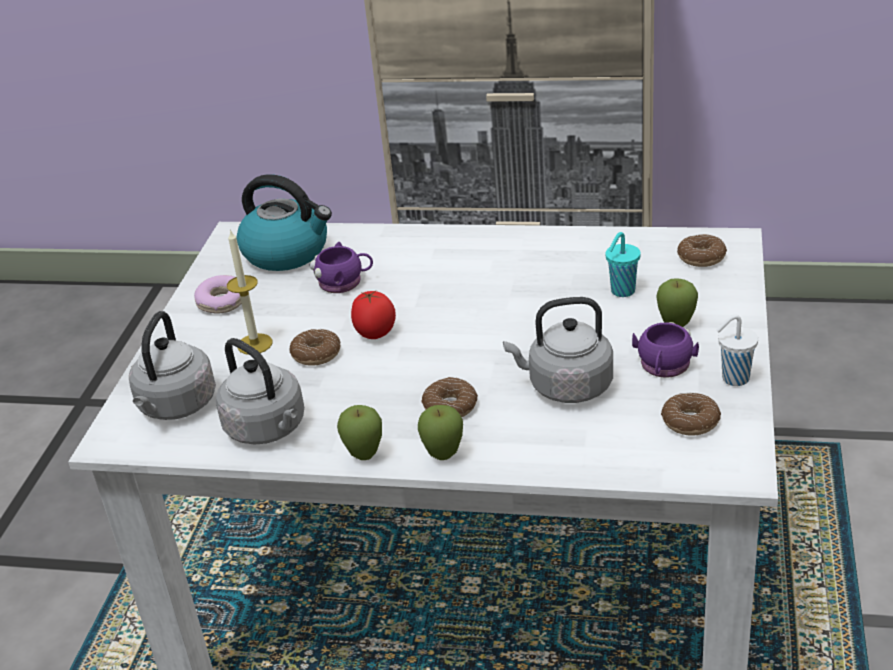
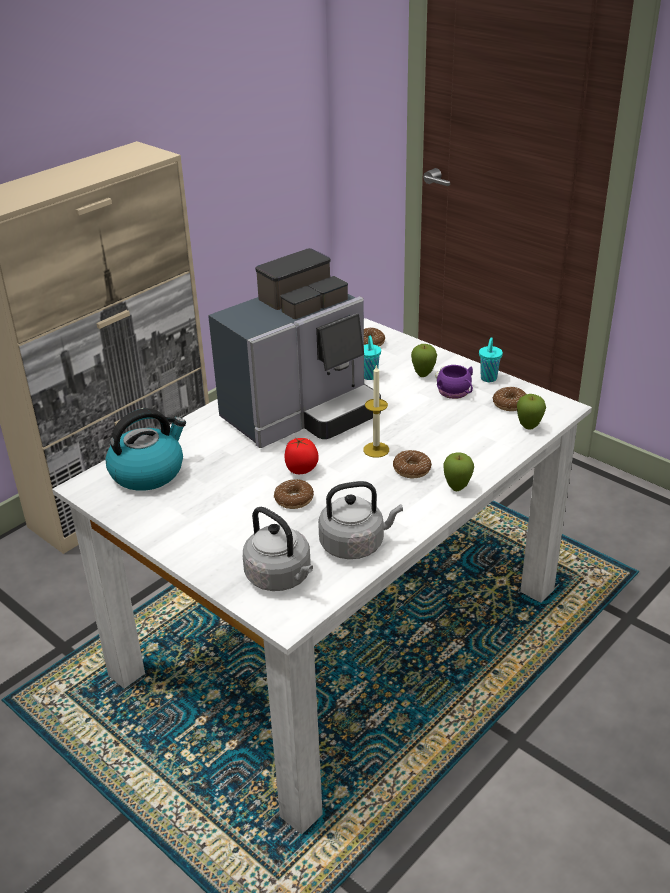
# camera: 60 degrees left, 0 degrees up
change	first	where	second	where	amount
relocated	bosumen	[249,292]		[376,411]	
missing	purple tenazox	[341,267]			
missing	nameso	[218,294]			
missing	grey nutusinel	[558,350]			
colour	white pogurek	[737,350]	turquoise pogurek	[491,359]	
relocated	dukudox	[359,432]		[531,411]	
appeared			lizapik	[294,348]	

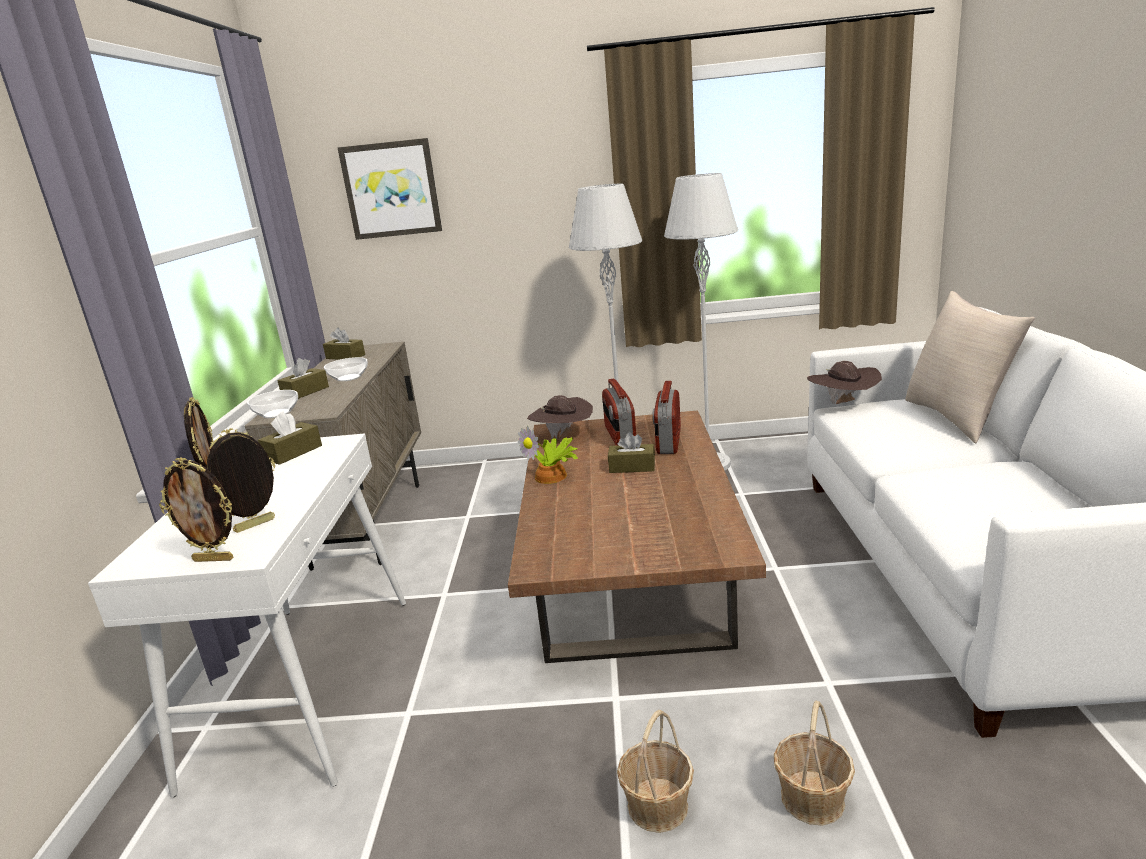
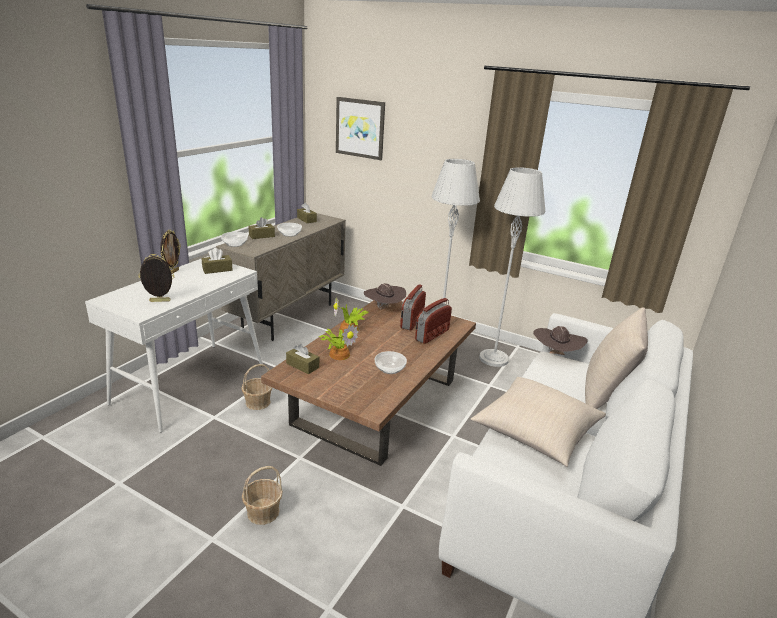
# camera: 25 degrees right, 5 degrees up
change	first	where	second	where	amount
relocated	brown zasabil	[631,452]		[302,359]	
missing	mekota	[196,509]			
relocated	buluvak	[814,763]		[256,387]	
appeared			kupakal	[338,342]	
appeared			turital	[391,362]	
appeared			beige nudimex	[538,422]	

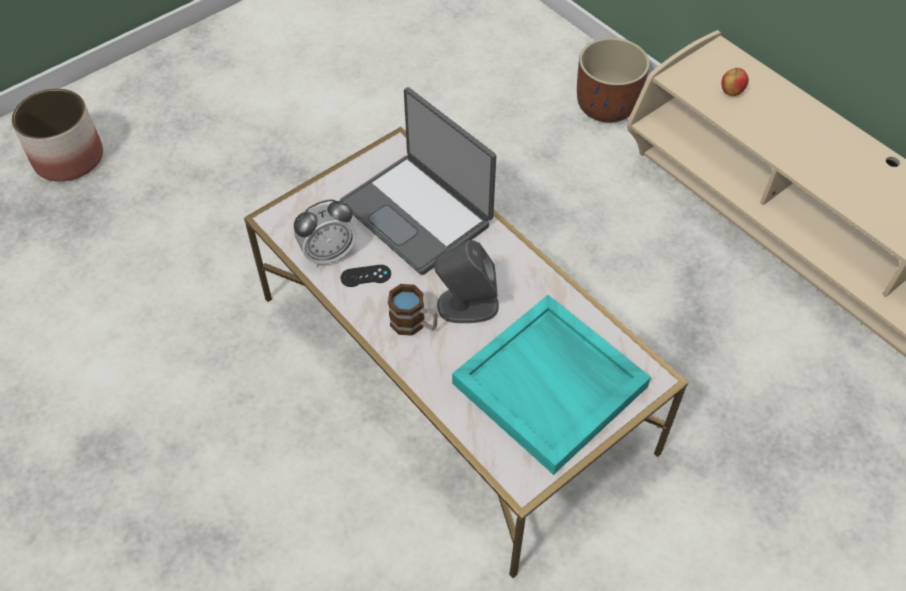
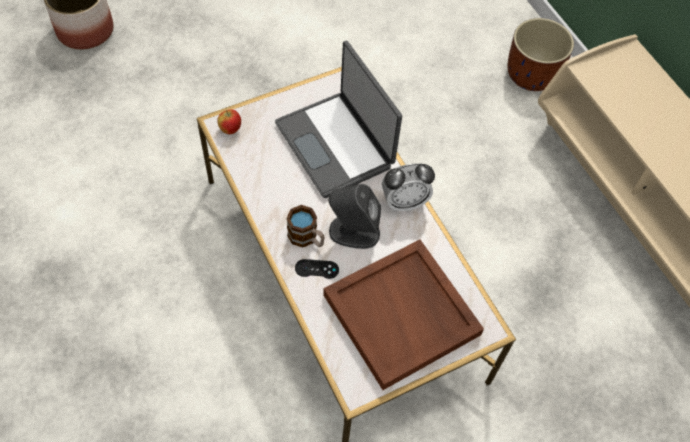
# camera: 10 degrees right, 5 degrees up
change	first	where	second	where	amount
relocated	dukudox	[735,82]		[229,122]	
relocated	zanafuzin	[325,233]		[408,187]	
relocated	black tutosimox	[366,276]		[317,269]	
colour	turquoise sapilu	[551,385]	brown sapilu	[403,314]	

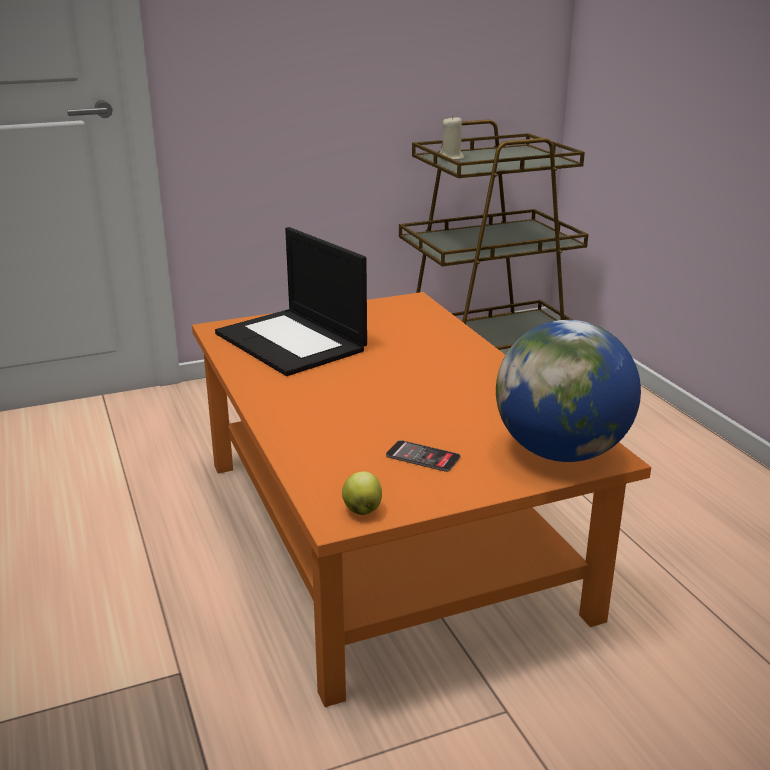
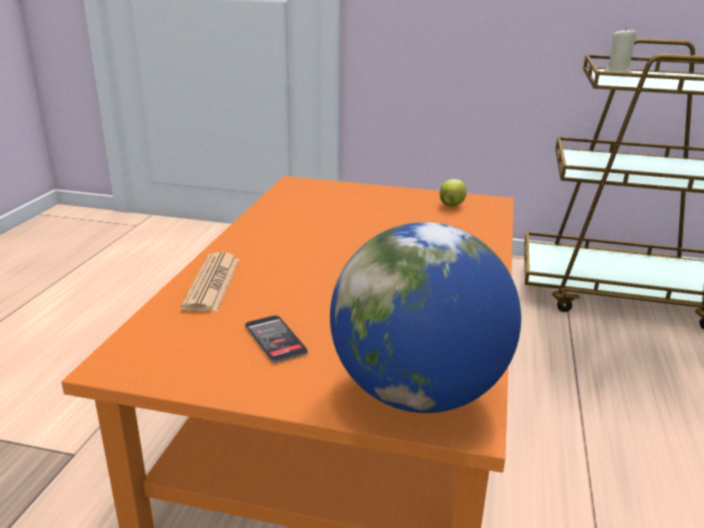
# camera: 35 degrees right, 0 degrees up
change	first	where	second	where	amount
missing	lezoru	[291,301]			
relocated	dukudox	[362,493]		[453,192]	
appeared			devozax	[210,281]	

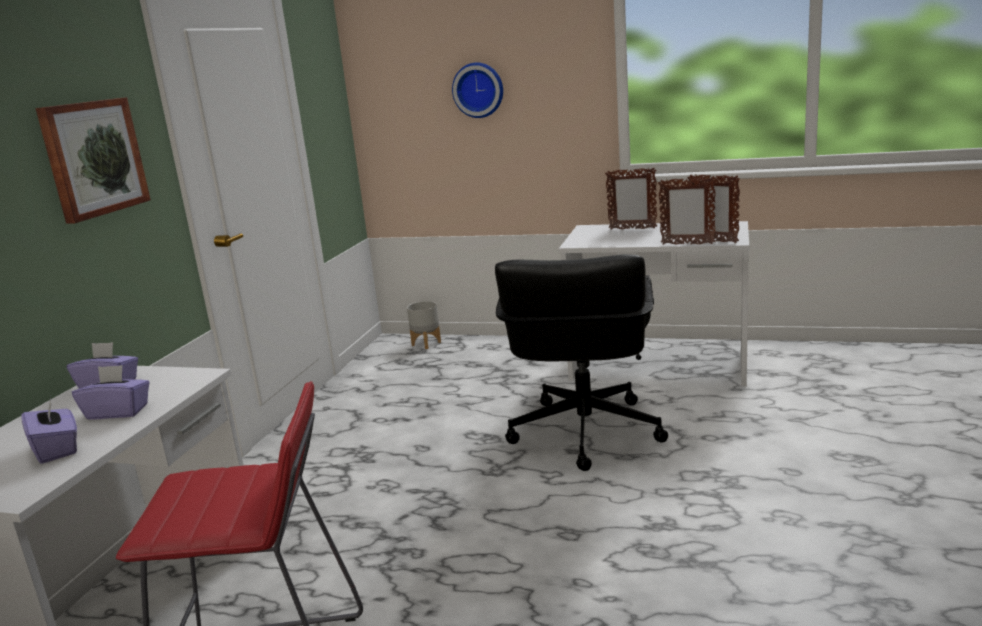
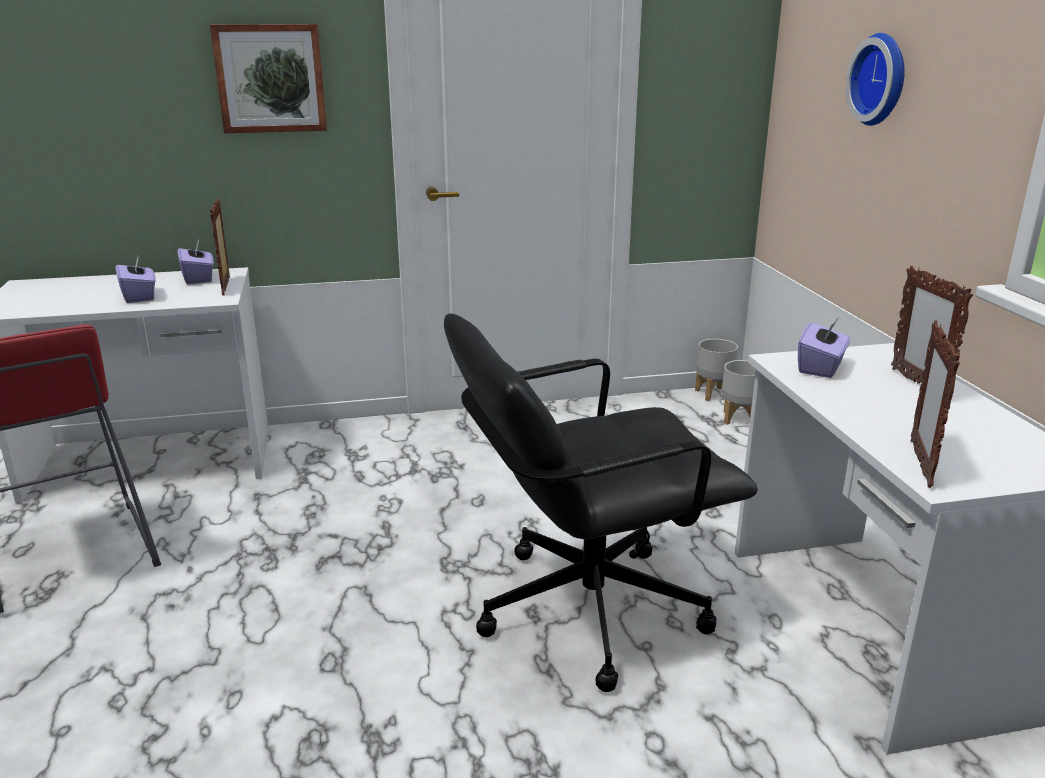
# camera: 60 degrees right, 5 degrees up
change	first	where	second	where	amount
relocated	mekota	[687,211]		[220,246]	
relocated	purple zasabil	[49,430]		[824,348]	
appeared			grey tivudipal	[716,370]	

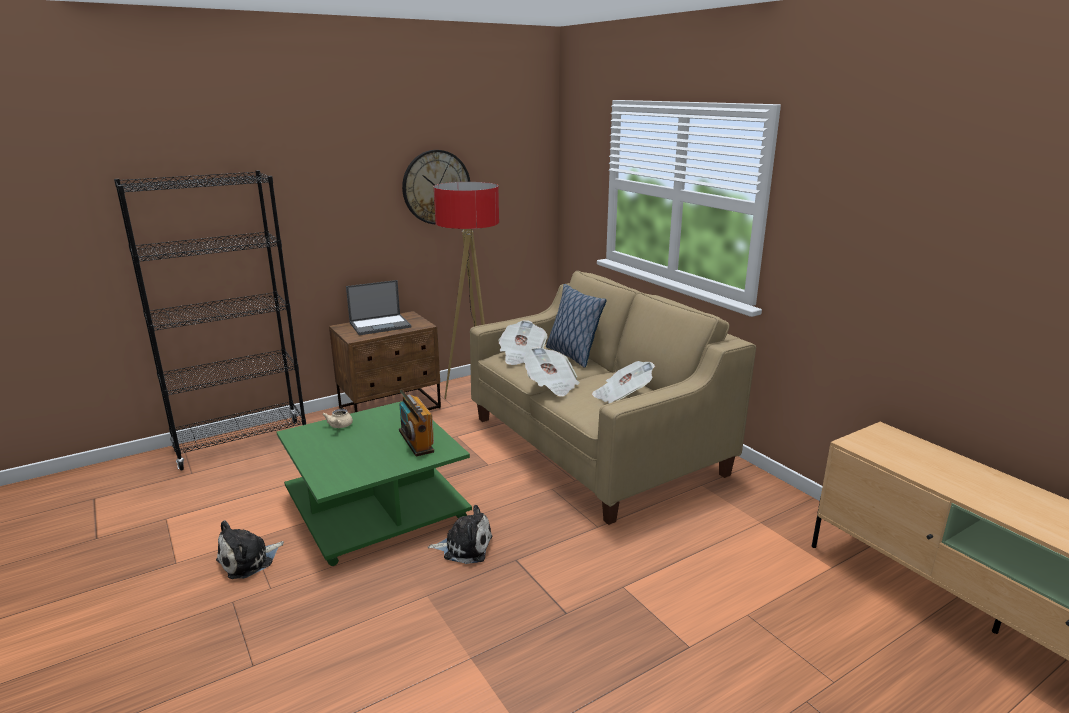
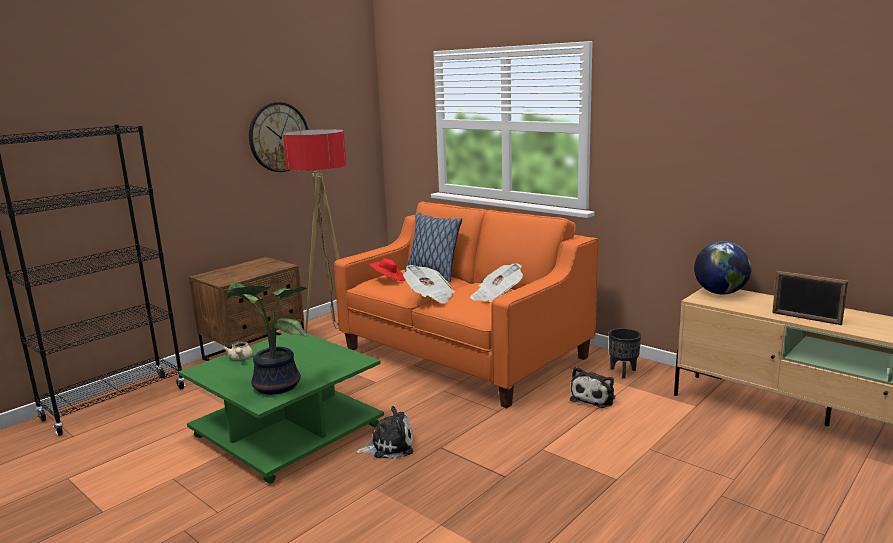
# camera: 15 degrees left, 5 degrees down
change	first	where	second	where	amount
colour	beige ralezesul	[613,398]	orange ralezesul	[466,305]	
missing	lezoru	[378,307]			
exchanged	devozax	[523,342]	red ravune	[387,269]	
missing	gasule	[416,422]			
relocated	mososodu	[250,549]		[592,387]	
appeared			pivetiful	[722,268]	
appeared			mekota	[810,298]	
appeared			kupakal	[267,338]	
appeared			black tivudipal	[625,353]	

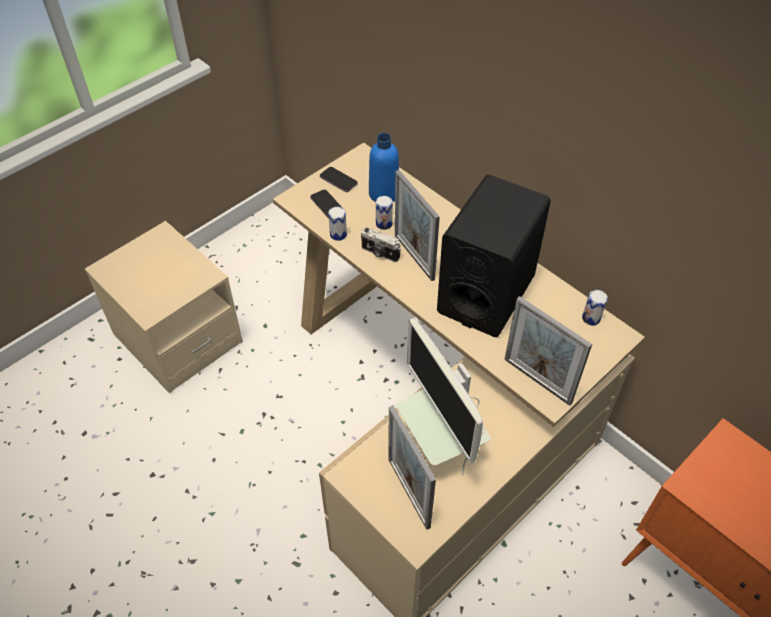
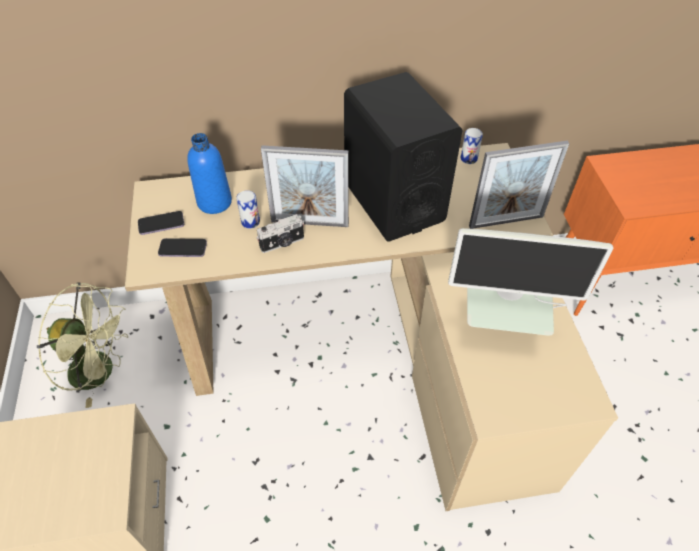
# camera: 55 degrees left, 0 degrees up
change	first	where	second	where	amount
missing	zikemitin	[337,223]			
missing	mekota	[412,467]			
appeared			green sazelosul	[83,345]	

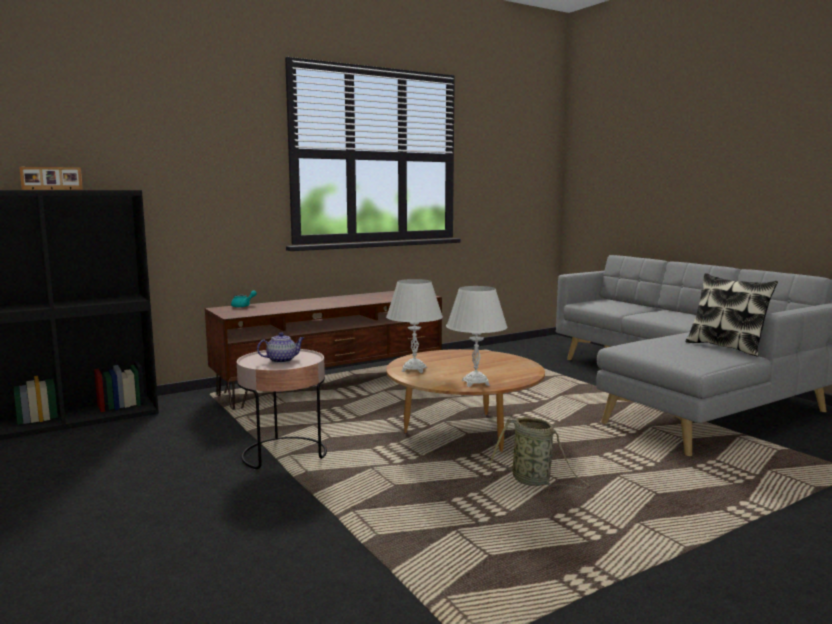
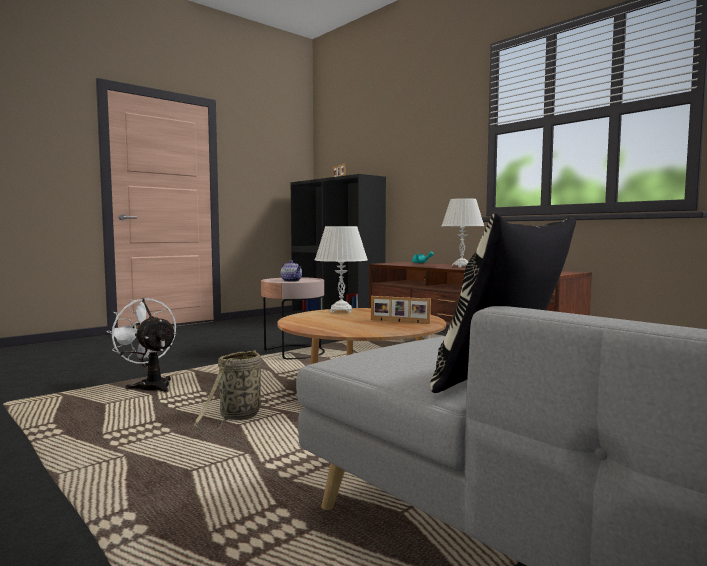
# camera: 80 degrees right, 5 degrees down
change	first	where	second	where	amount
relocated	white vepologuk	[477,336]		[462,233]	
appeared			mekota	[401,310]	
appeared			white sazelosul	[141,345]	

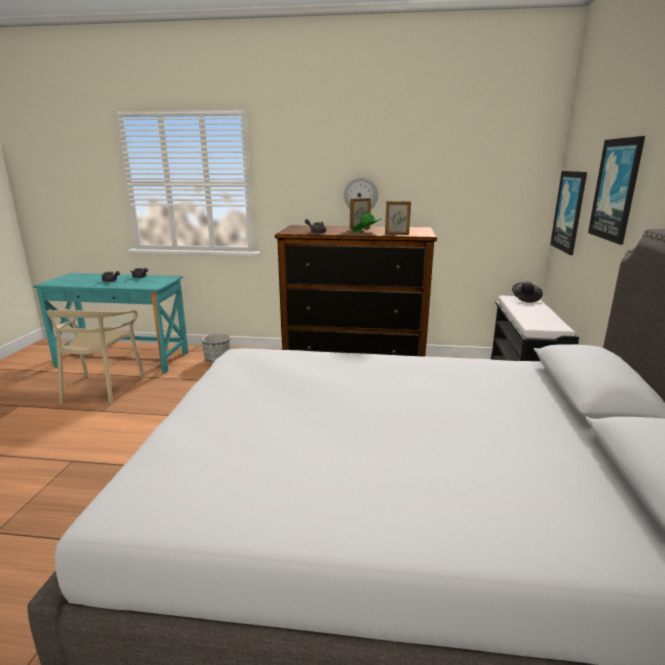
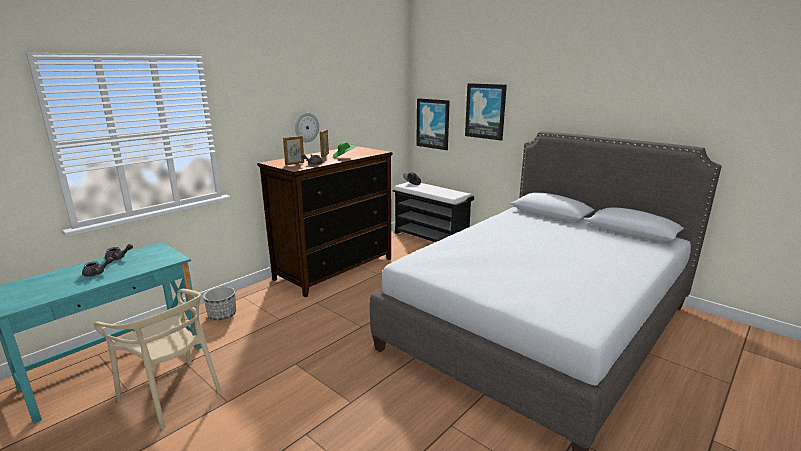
# camera: 55 degrees left, 0 degrees up
change	first	where	second	where	amount
relocated	mekota	[398,218]		[293,150]	

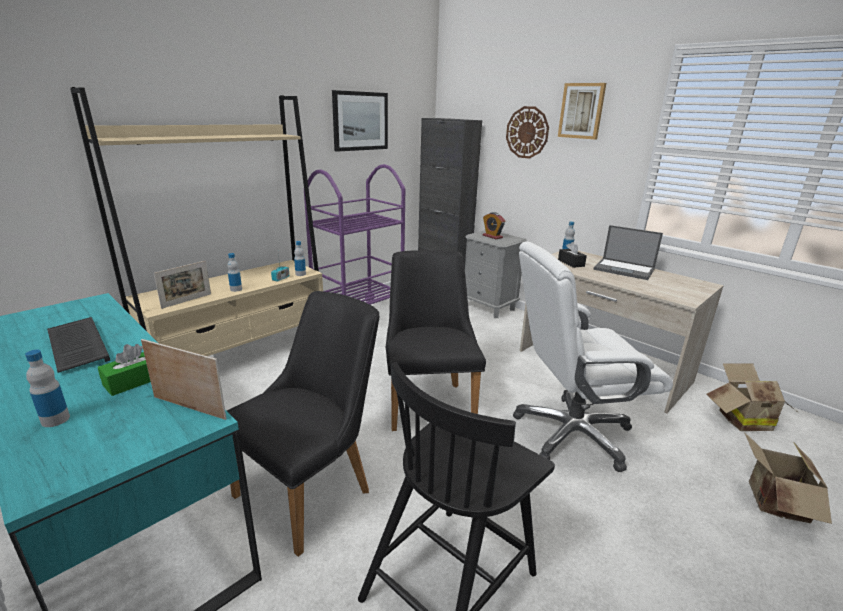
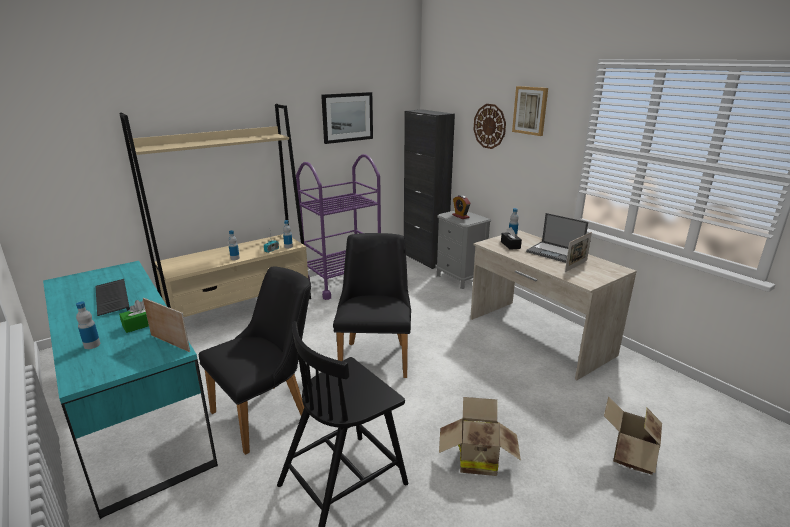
# camera: 10 degrees right, 0 degrees up
change	first	where	second	where	amount
missing	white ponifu	[593,356]			
relocated	mekota	[182,285]		[578,252]	
relocated	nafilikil	[751,397]		[480,436]	

